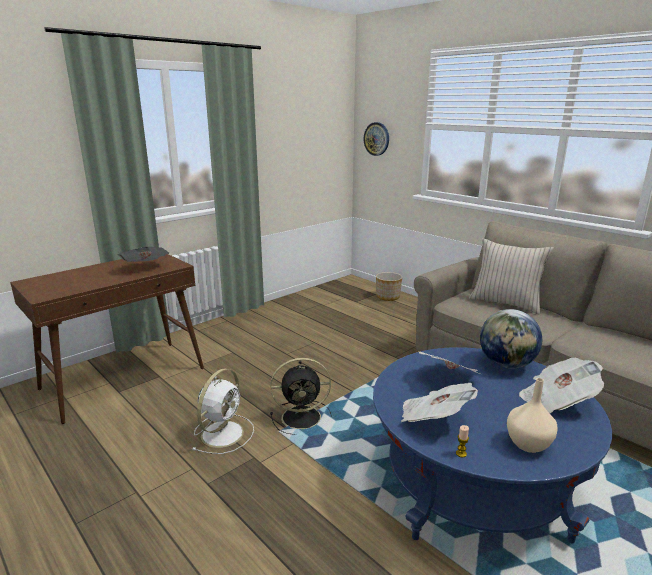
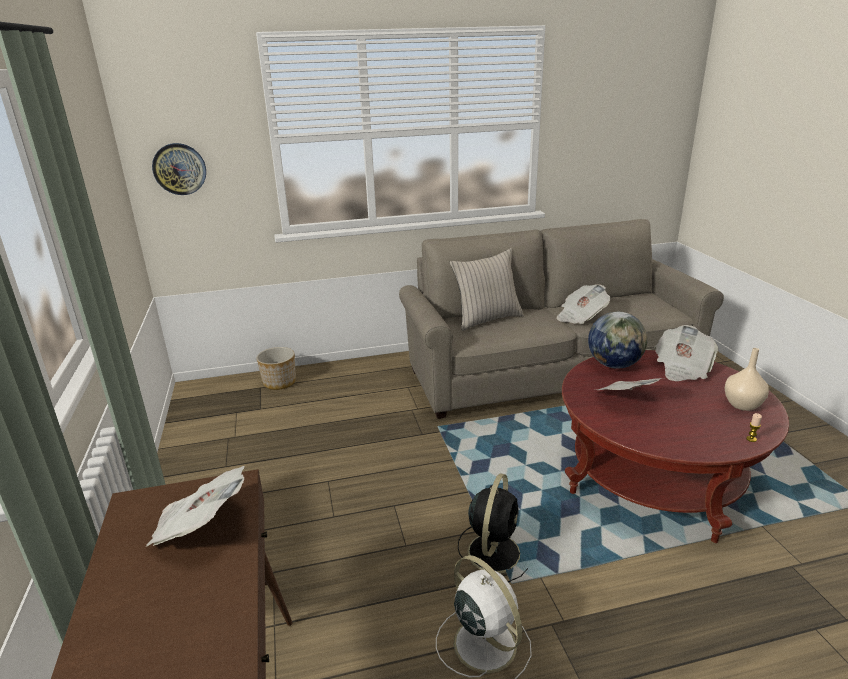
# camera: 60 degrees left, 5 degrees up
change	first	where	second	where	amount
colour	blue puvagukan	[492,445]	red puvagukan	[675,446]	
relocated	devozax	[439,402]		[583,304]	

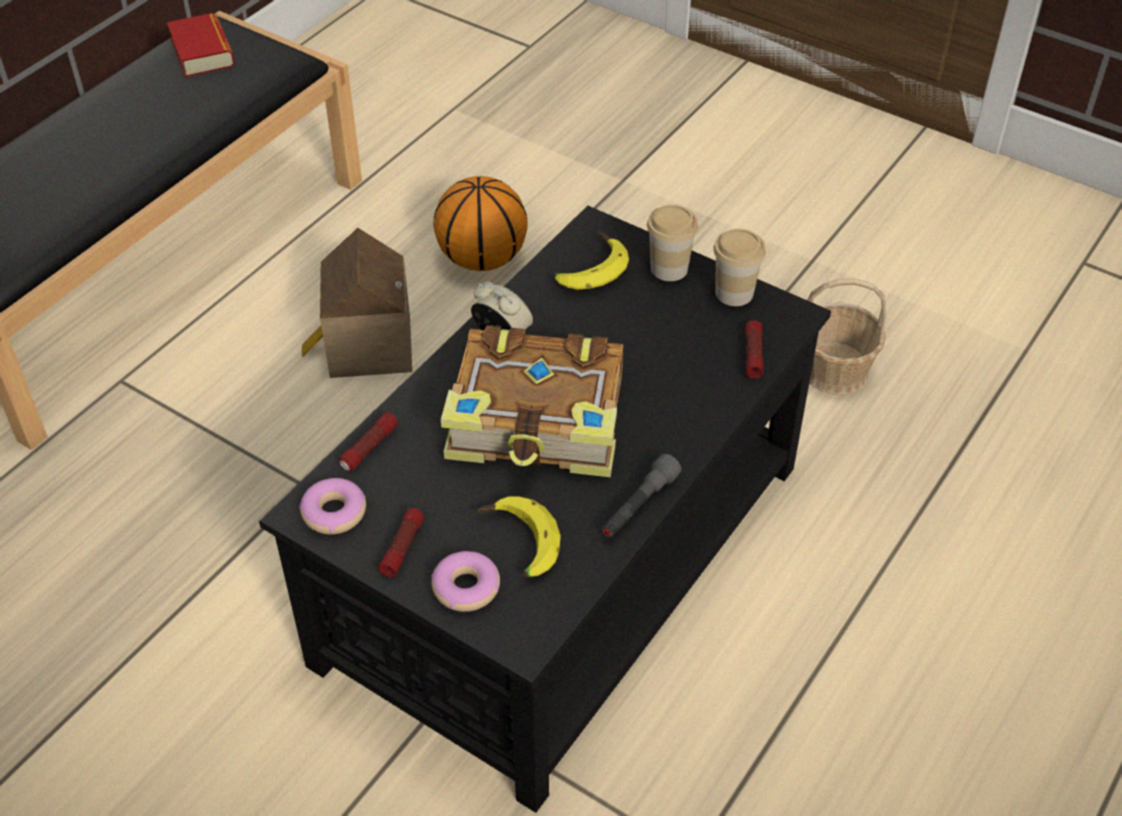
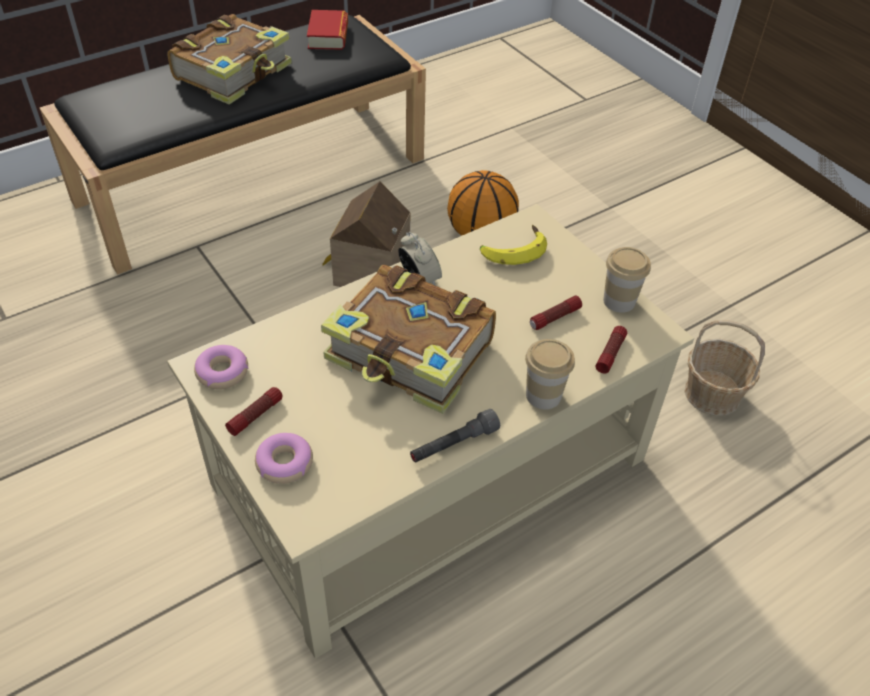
# camera: 20 degrees right, 0 degrees up
change	first	where	second	where	amount
colour	black puvagukan	[545,509]	beige puvagukan	[430,431]	
relocated	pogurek	[672,243]		[550,374]	
relocated	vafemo	[368,441]		[556,312]	
missing	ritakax	[519,536]			
appeared			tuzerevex	[229,59]	

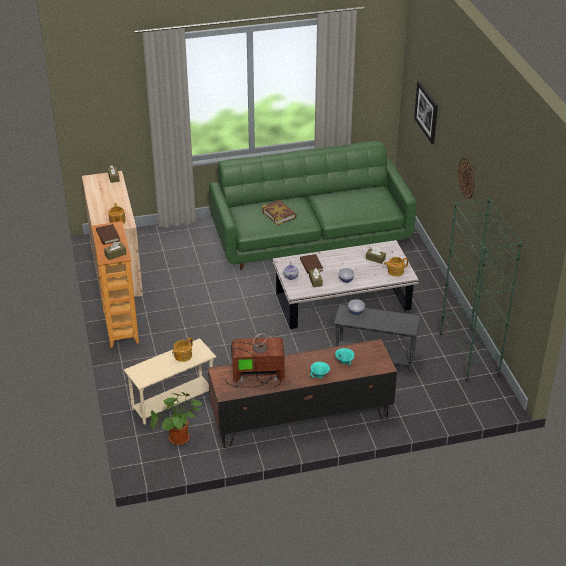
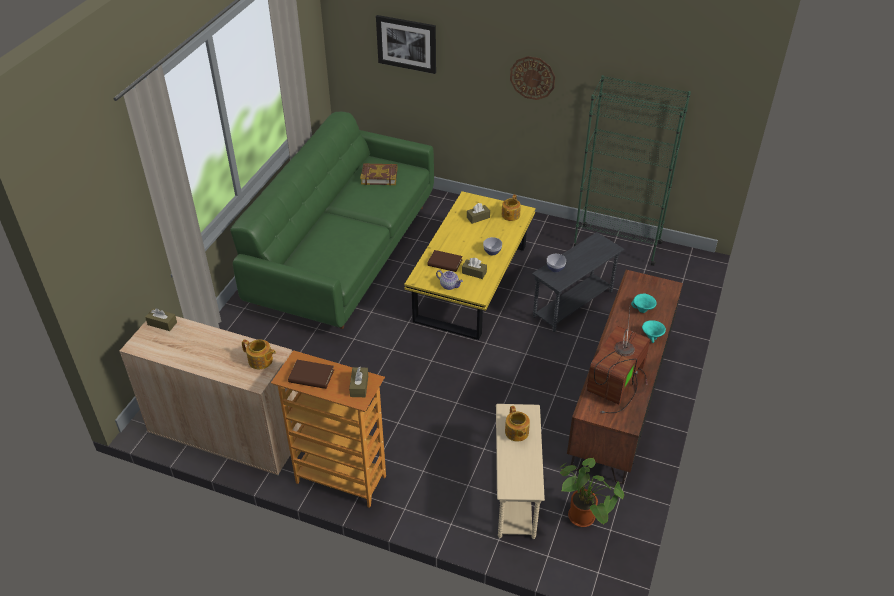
# camera: 55 degrees left, 5 degrees up
change	first	where	second	where	amount
relocated	tuzerevex	[279,212]		[378,174]	
colour	white puvagukan	[346,284]	yellow puvagukan	[470,265]	

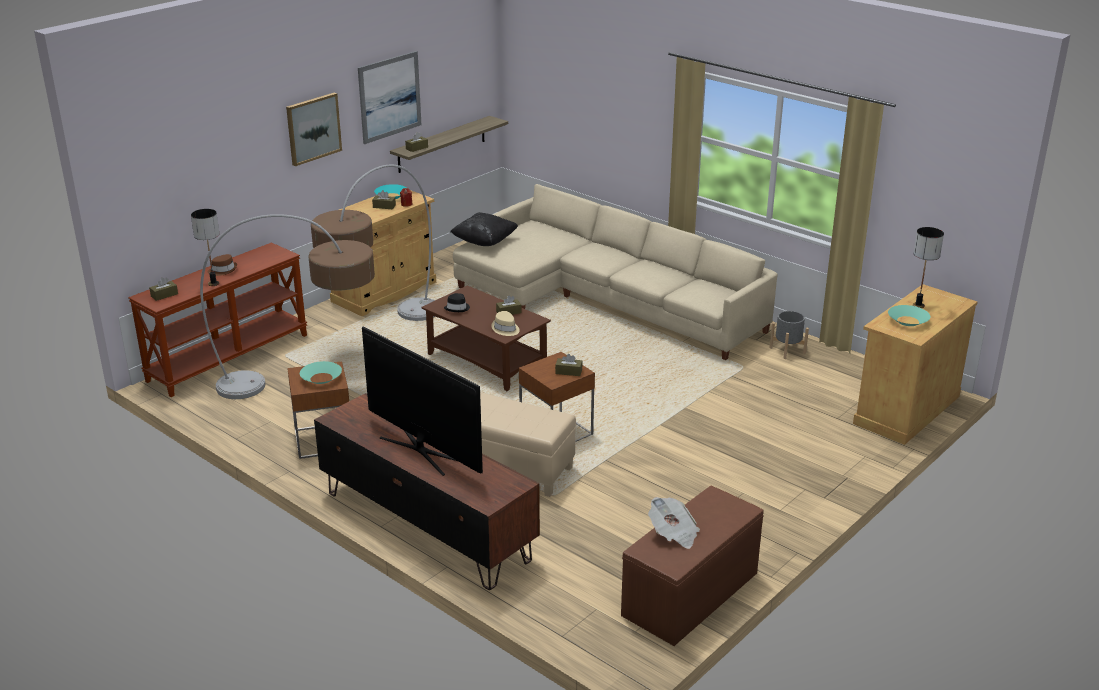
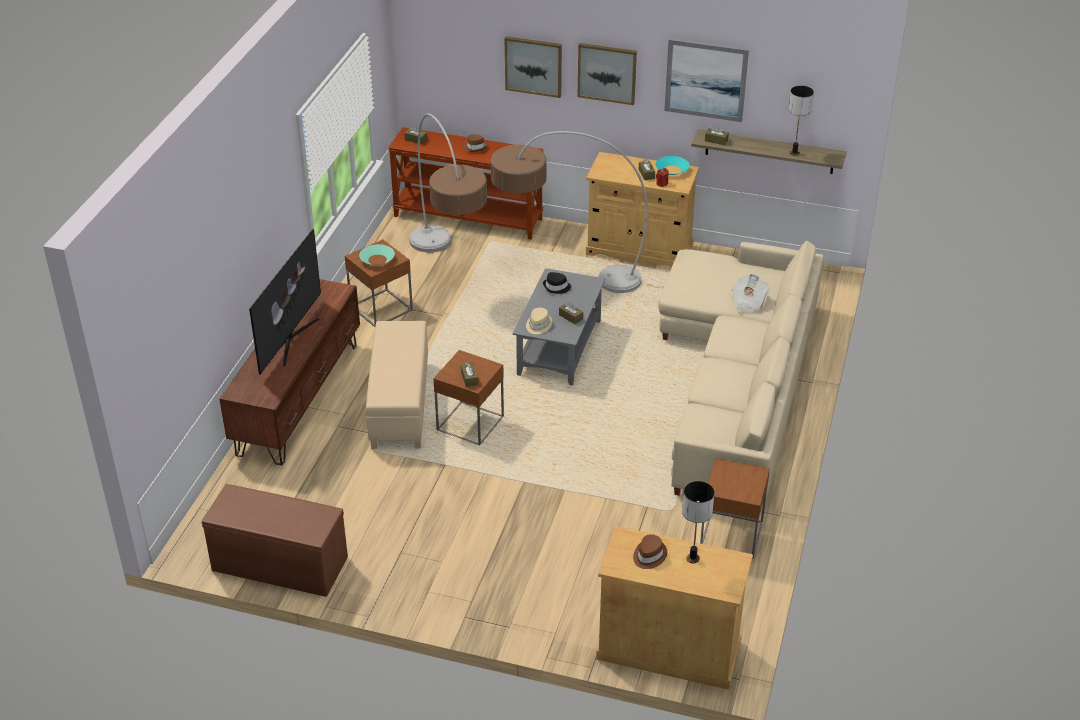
# camera: 65 degrees right, 10 degrees up
change	first	where	second	where	amount
relocated	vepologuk	[205,247]		[801,121]	
missing	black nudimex	[484,229]			
colour	brown puvagukan	[486,338]	grey puvagukan	[559,327]	
exchanged	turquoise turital	[909,315]	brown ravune	[650,551]	
exchanged	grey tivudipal	[789,335]	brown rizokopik	[735,508]	
relocated	devozax	[674,523]		[750,293]	
appeared			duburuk	[533,67]	

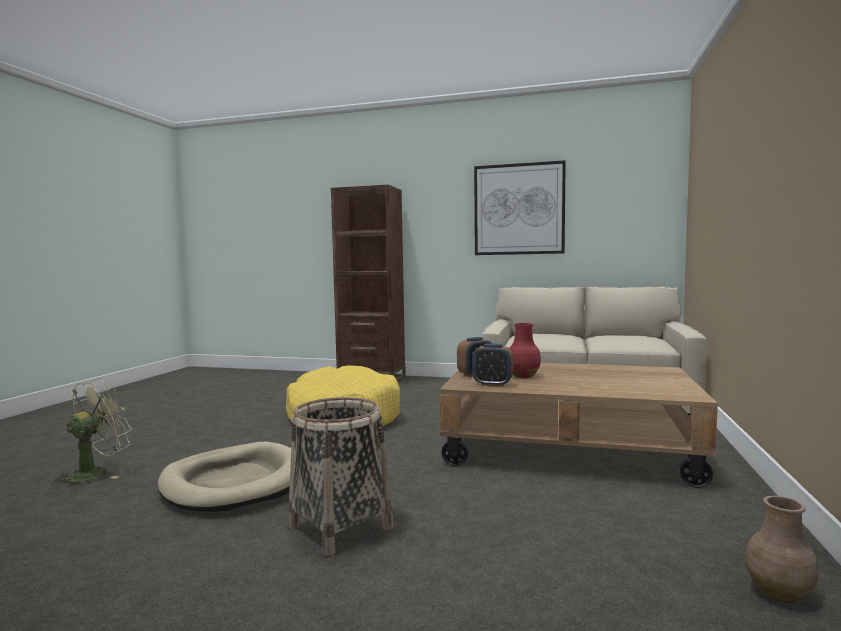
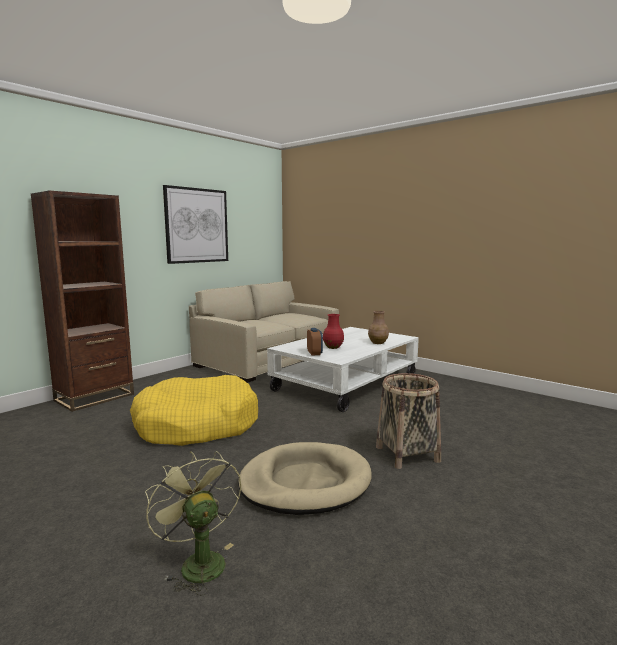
# camera: 65 degrees left, 5 degrees up
change	first	where	second	where	amount
missing	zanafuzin	[492,365]			
colour	brown puvagukan	[578,425]	white puvagukan	[343,369]	
relocated	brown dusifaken	[781,549]		[378,327]	

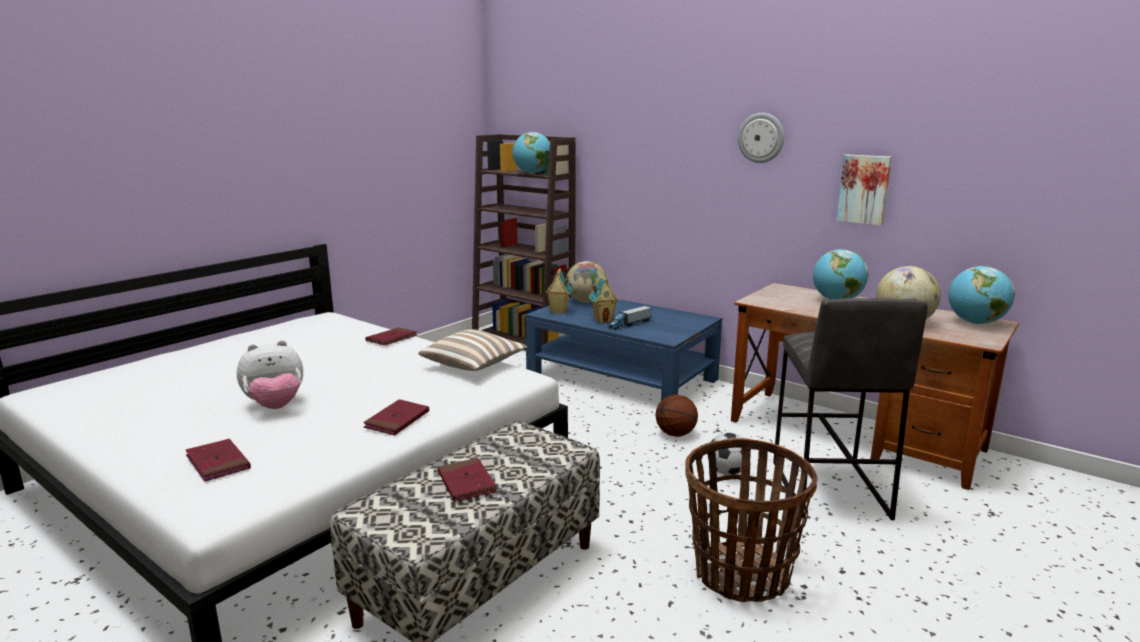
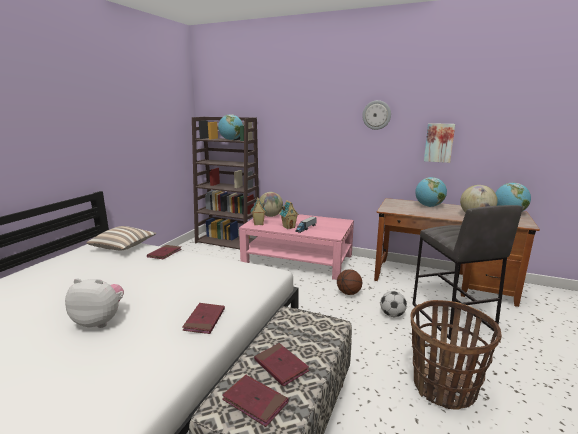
# camera: 15 degrees left, 0 degrees up
change	first	where	second	where	amount
colour	blue puvagukan	[623,349]	pink puvagukan	[296,246]	
relocated	nudimex	[472,350]		[122,238]	
spun	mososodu	[270,374]		[94,303]	135 degrees counterclockwise
relocated	red tuzerevex	[218,460]		[255,401]	

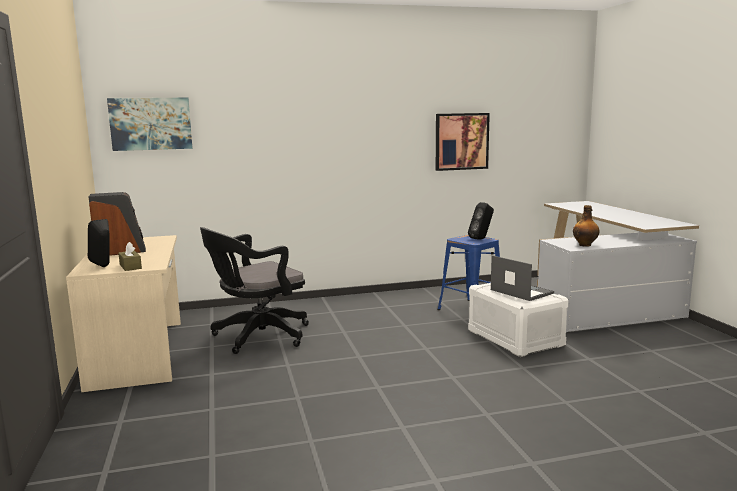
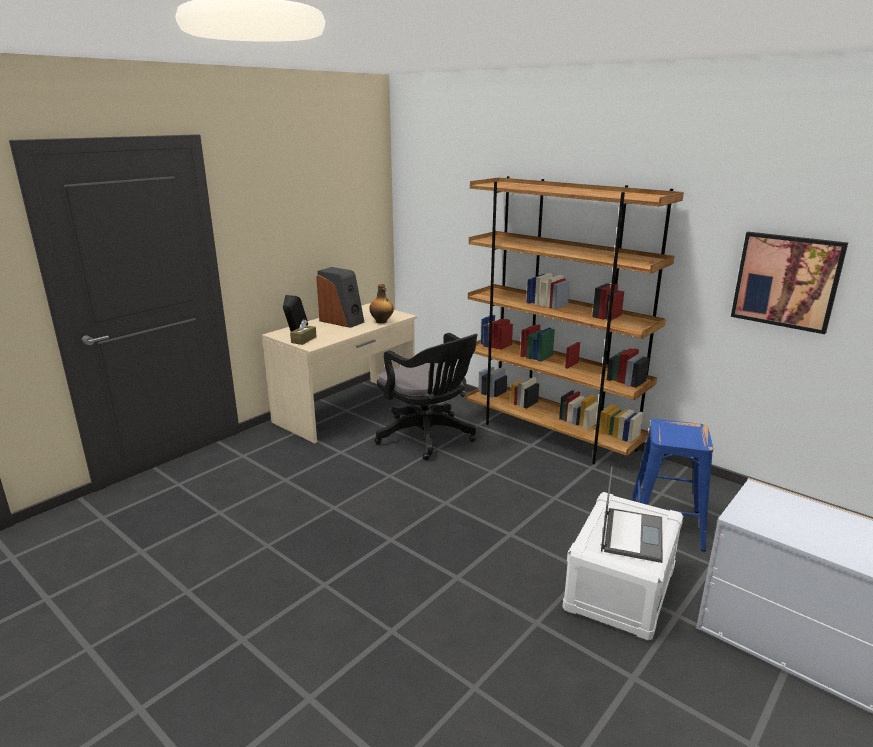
# camera: 55 degrees right, 10 degrees up
change	first	where	second	where	amount
missing	duburuk	[150,124]			
missing	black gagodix	[481,220]			
relocated	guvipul	[586,226]		[381,303]	
spun	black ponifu	[254,290]		[426,397]	150 degrees counterclockwise
appeared			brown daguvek	[575,320]	

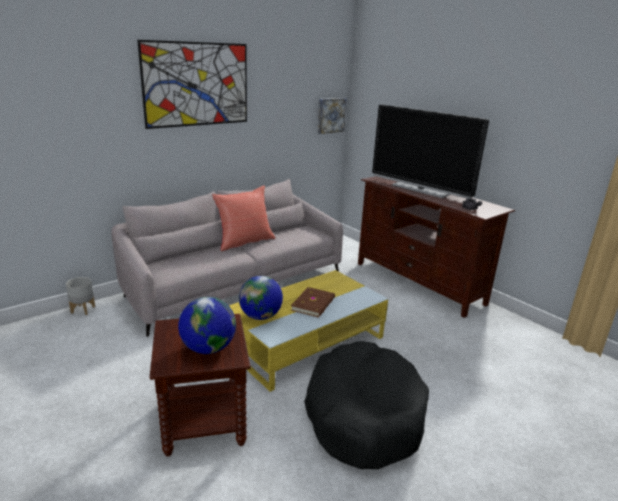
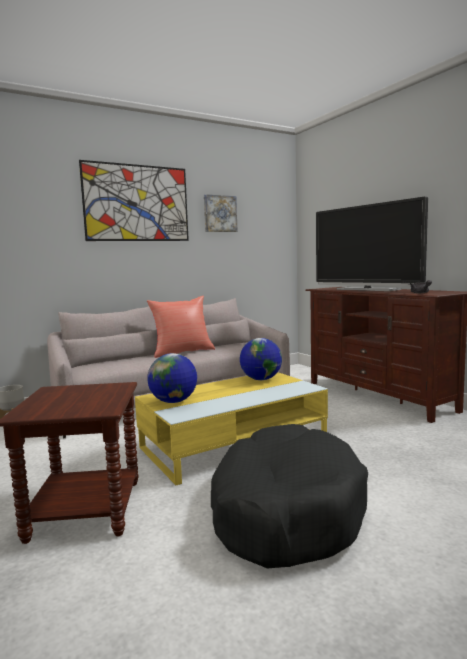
# camera: 10 degrees right, 15 degrees down
change	first	where	second	where	amount
relocated	duburuk	[332,116]		[221,213]	
missing	brown tuzerevex	[313,302]			
relocated	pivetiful	[207,325]		[261,359]	

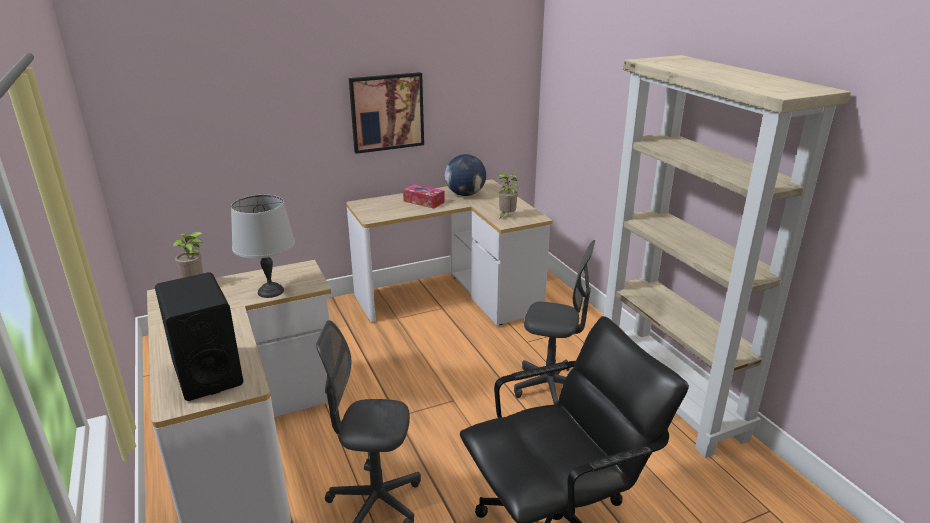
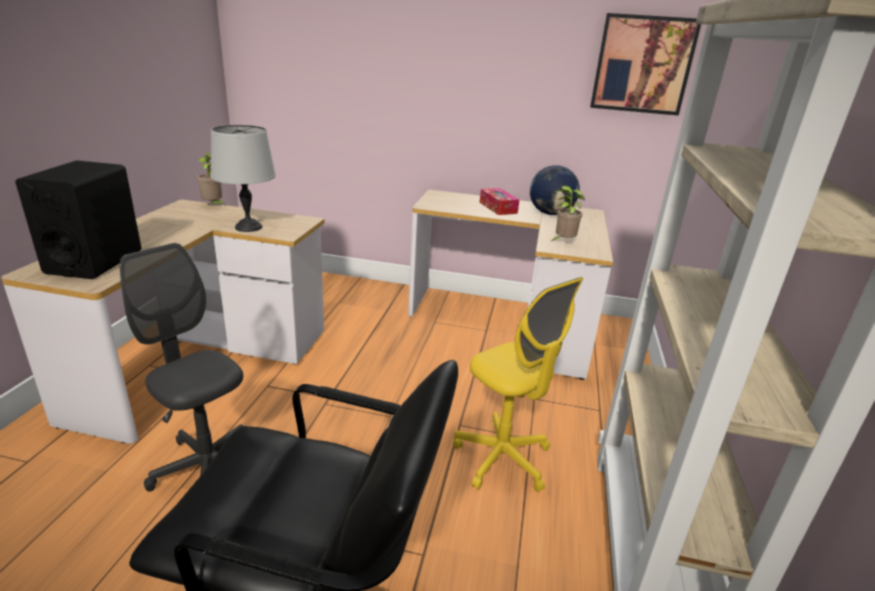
# camera: 35 degrees right, 0 degrees up
change	first	where	second	where	amount
relocated	duburuk	[386,113]		[645,64]	
colour	grey ponifu	[554,322]	yellow ponifu	[518,384]	

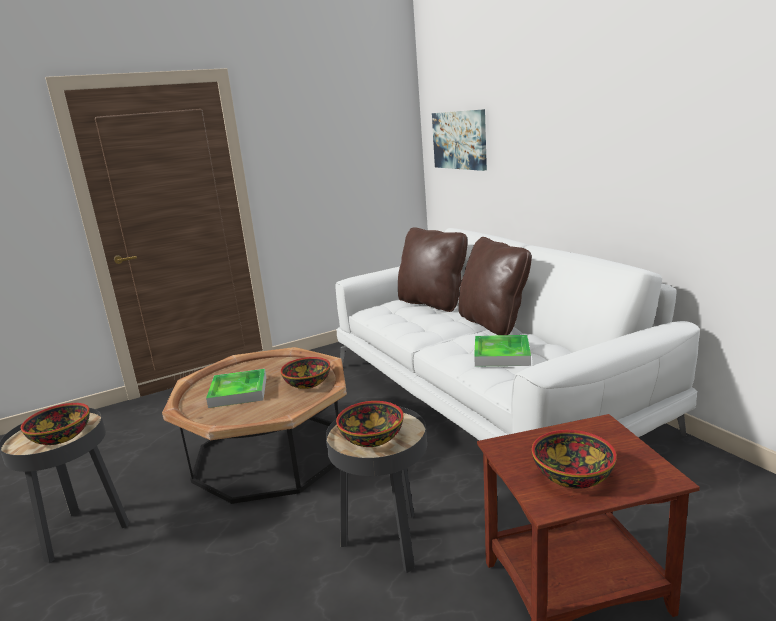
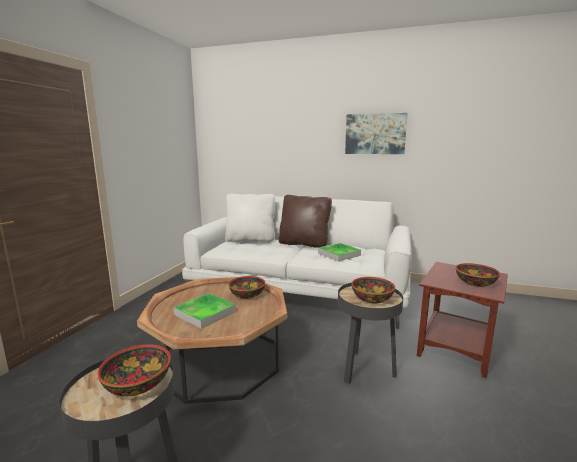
# camera: 45 degrees left, 5 degrees down
change	first	where	second	where	amount
relocated	duburuk	[459,140]		[376,133]	
colour	brown nudimex	[433,269]	white nudimex	[250,218]	

